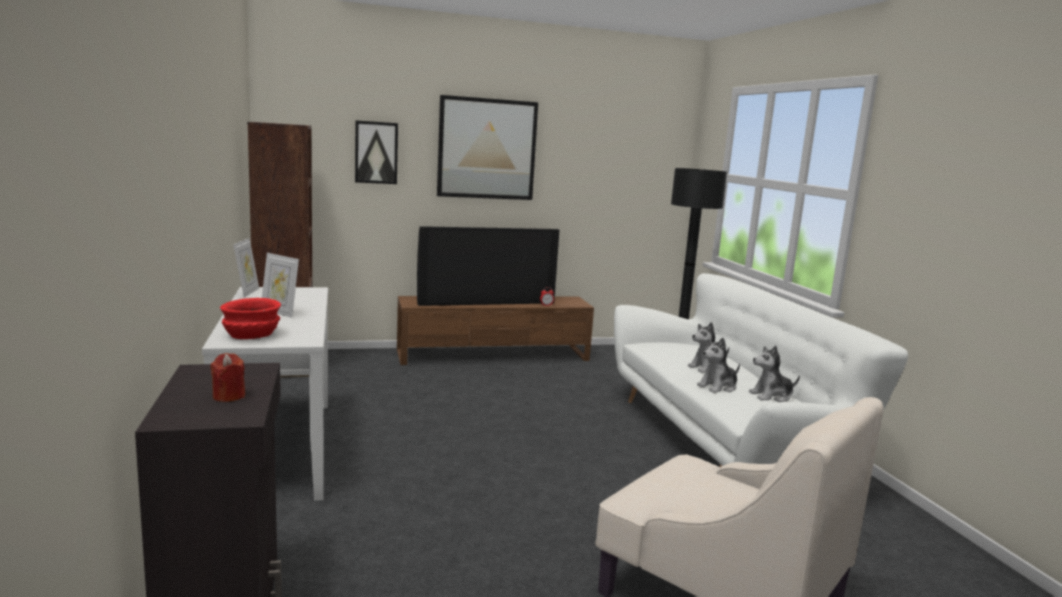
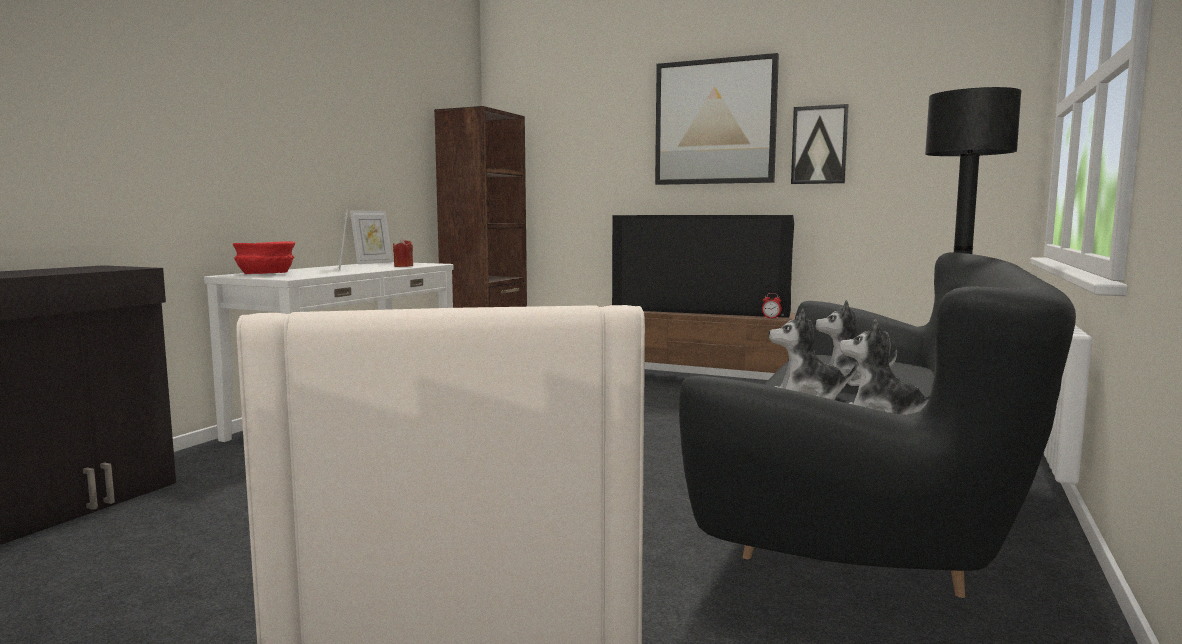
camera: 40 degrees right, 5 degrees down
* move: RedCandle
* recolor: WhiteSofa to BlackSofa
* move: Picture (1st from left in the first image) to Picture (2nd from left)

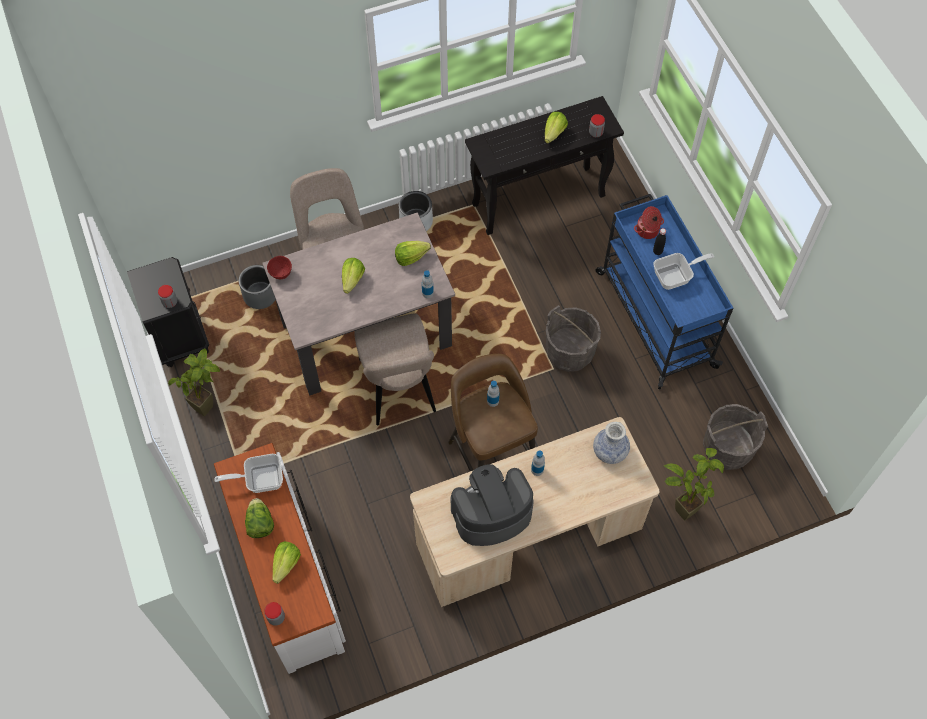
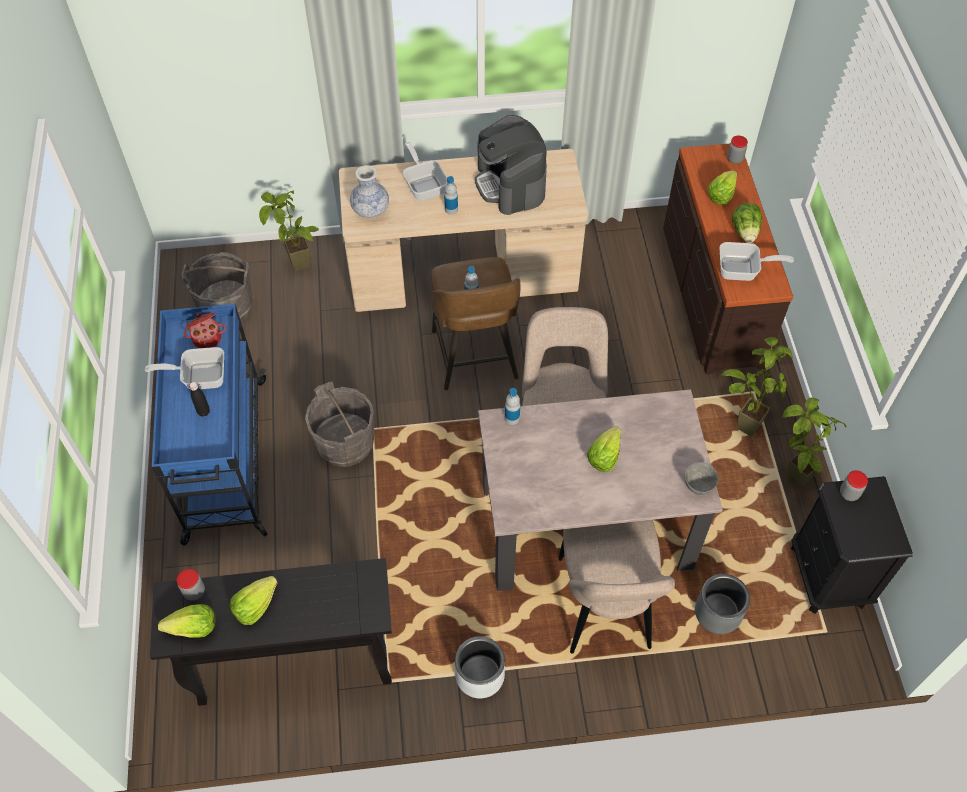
camera: 165 degrees left, 5 degrees down
* move: Lettuce (4th from left in the first image) to Lettuce (1st from left)
* move: CookingPot
* insert: FryingPan (2nd from left)
* rotate: CoffeeMachine 75 degrees clockwise
* recolor: WhiteDresser to BrownDresser
* recolor: RedBowl to GreyBowl
* insert: PottedPlant (2nd from left)

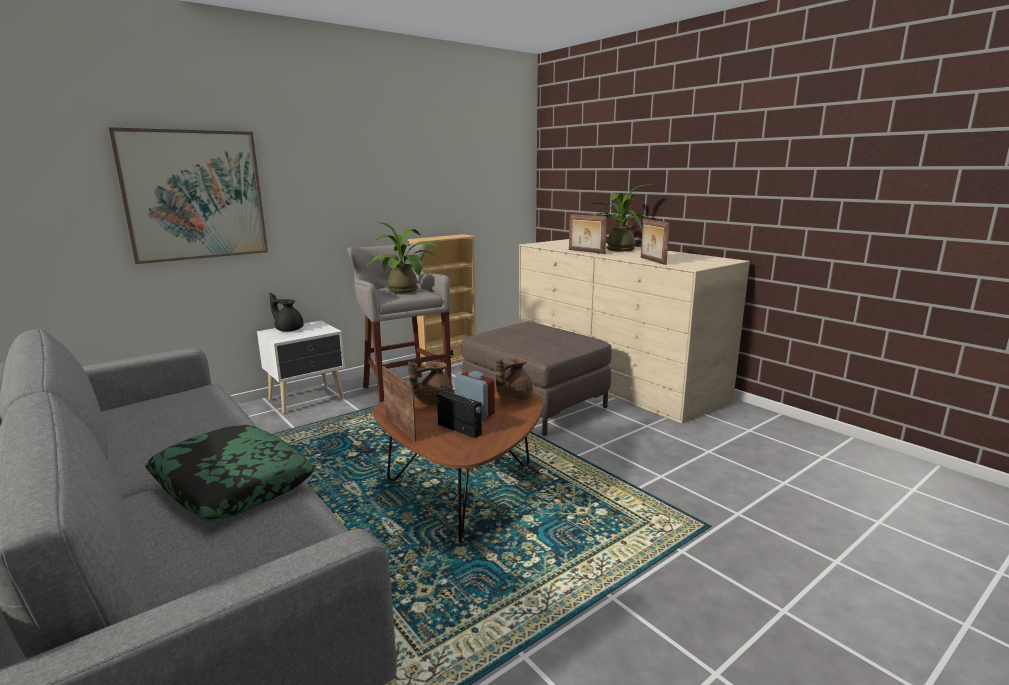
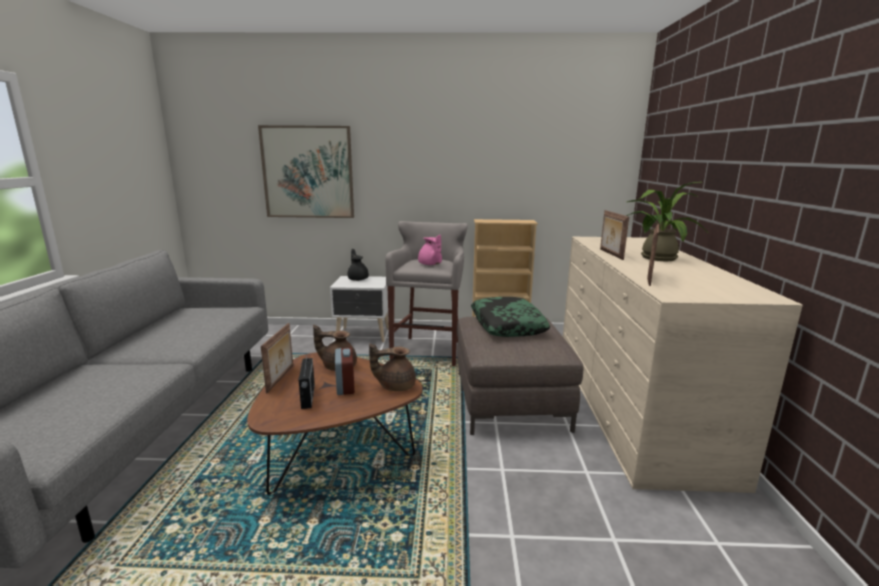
camera: 40 degrees right, 0 degrees up
* replace: PottedPlant (1st from left) to PinkTeapot
* move: Pillow

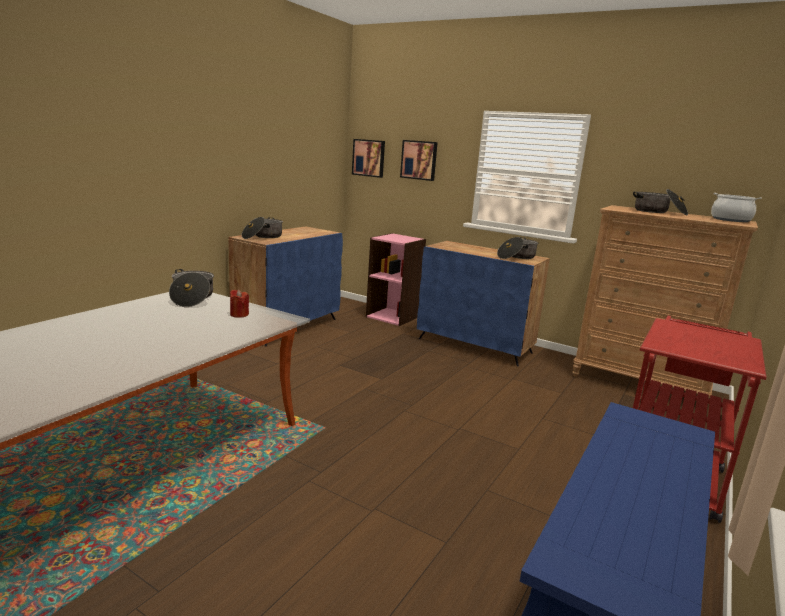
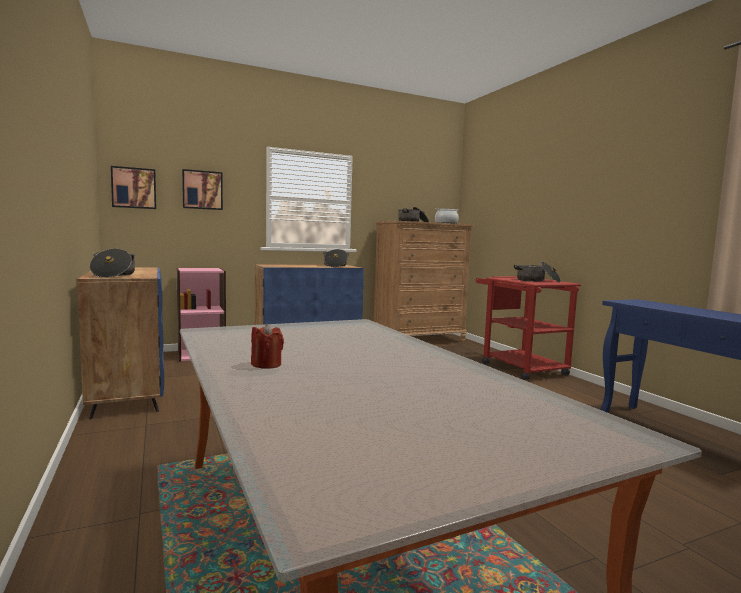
camera: 55 degrees left, 10 degrees down
* move: RedCandle
* move: CookingPot (1st from left in the first image) to CookingPot (5th from left)

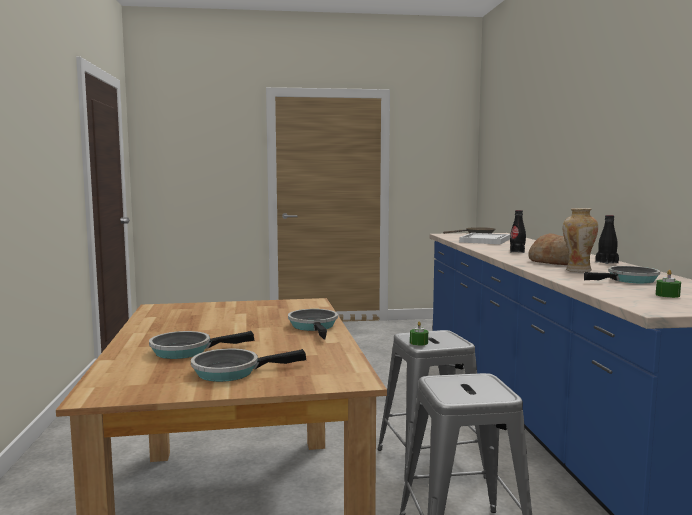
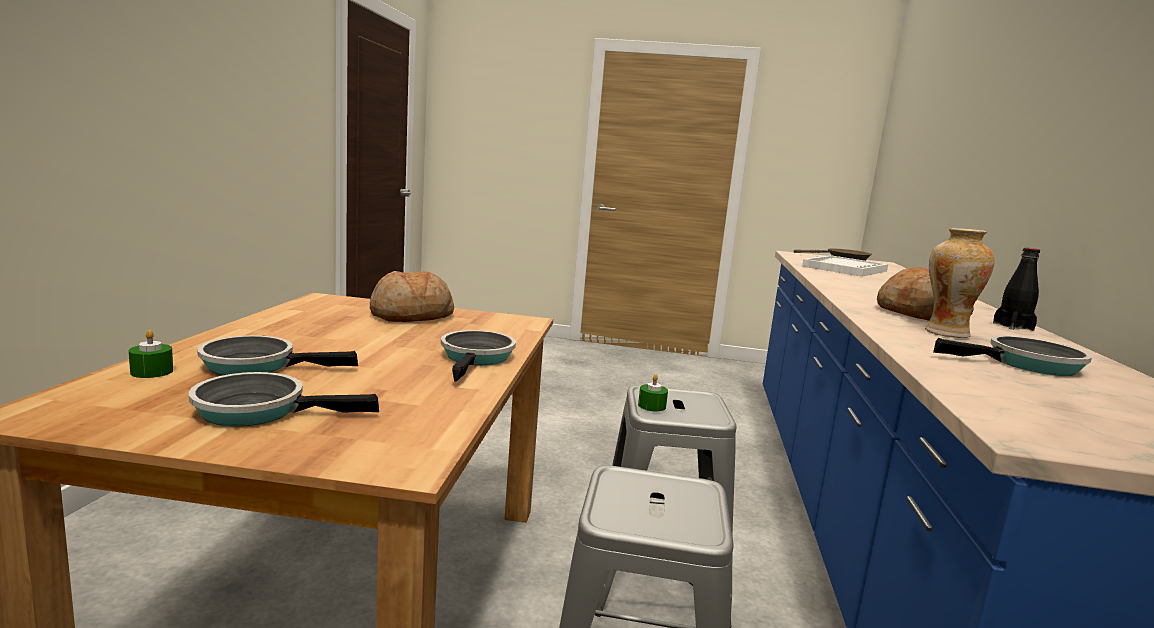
camera: 15 degrees right, 5 degrees up
* move: GreenCandle (2nd from left in the first image) to GreenCandle (1st from left)
* insert: Bread (1st from left)
* delete: BlackBottle (1st from left)

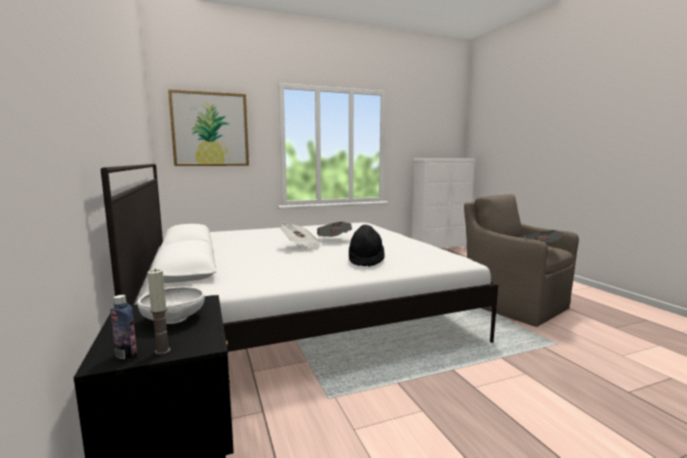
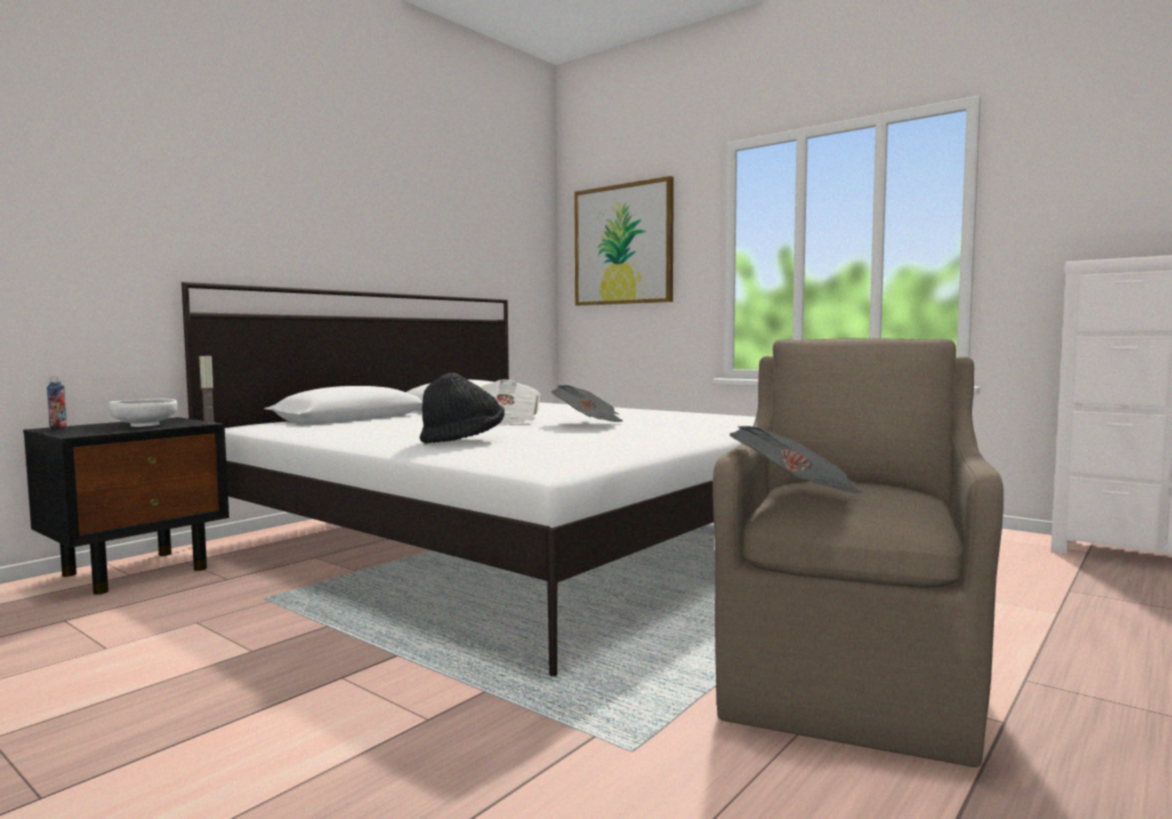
camera: 60 degrees right, 5 degrees down
* move: Candle

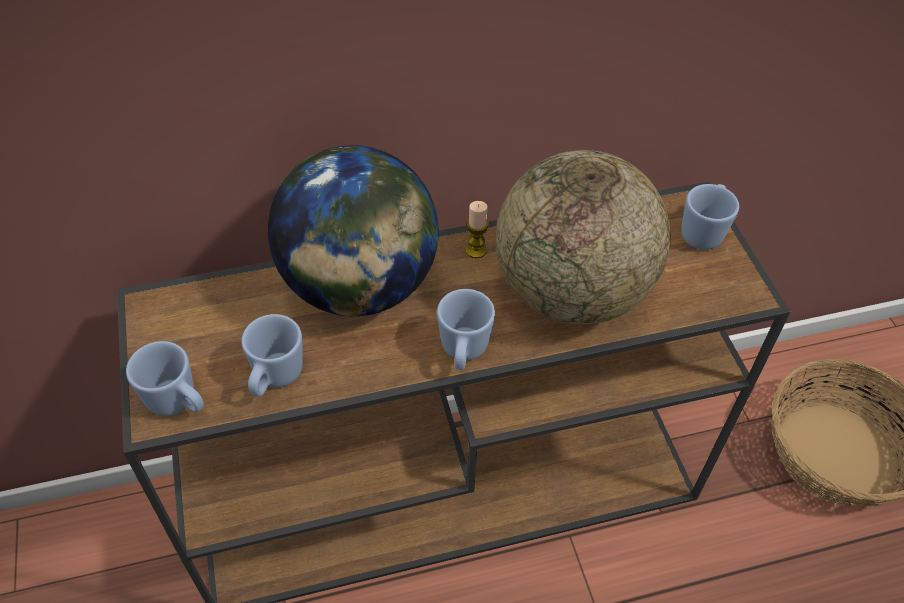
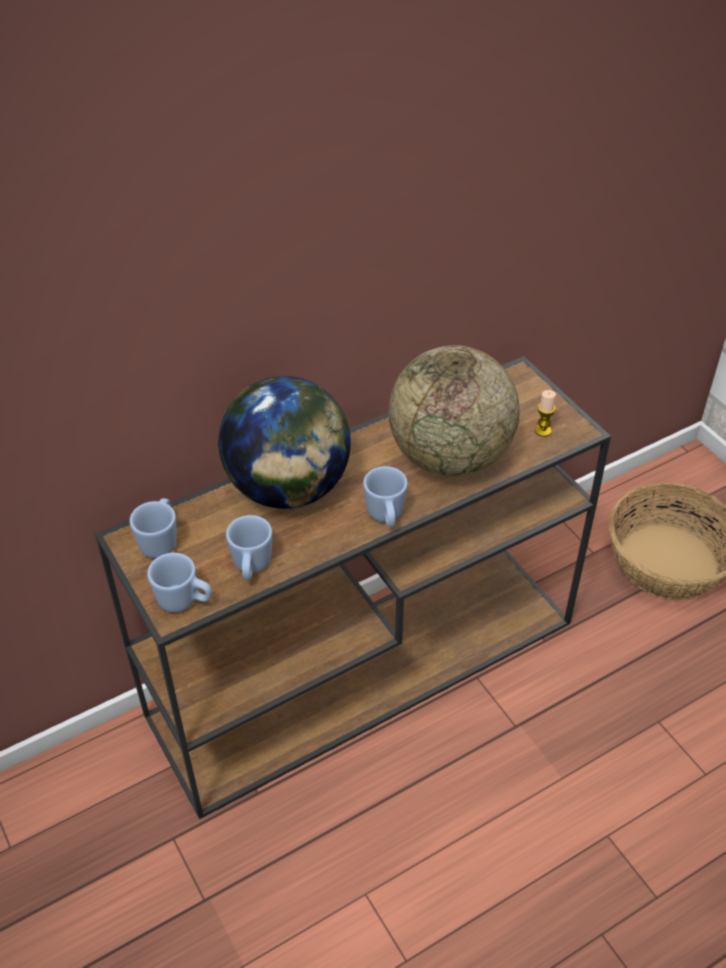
camera: 15 degrees left, 5 degrees down
* move: BlueMug (4th from left in the first image) to BlueMug (1st from left)
* move: Candle

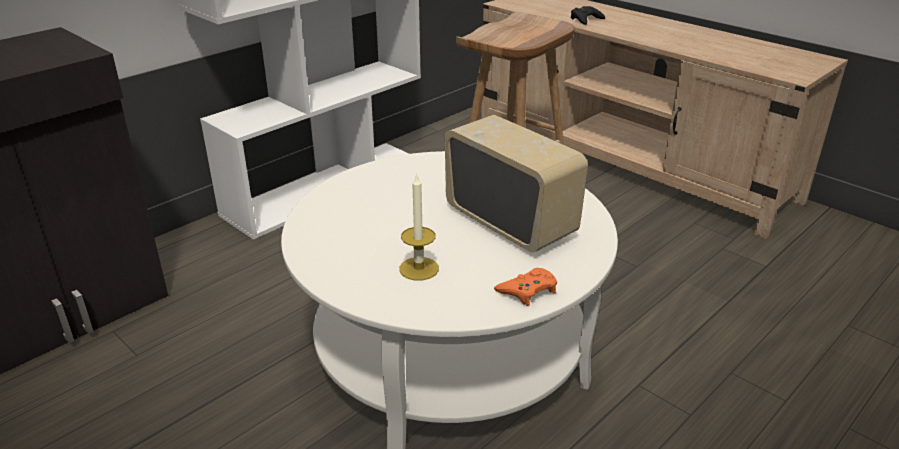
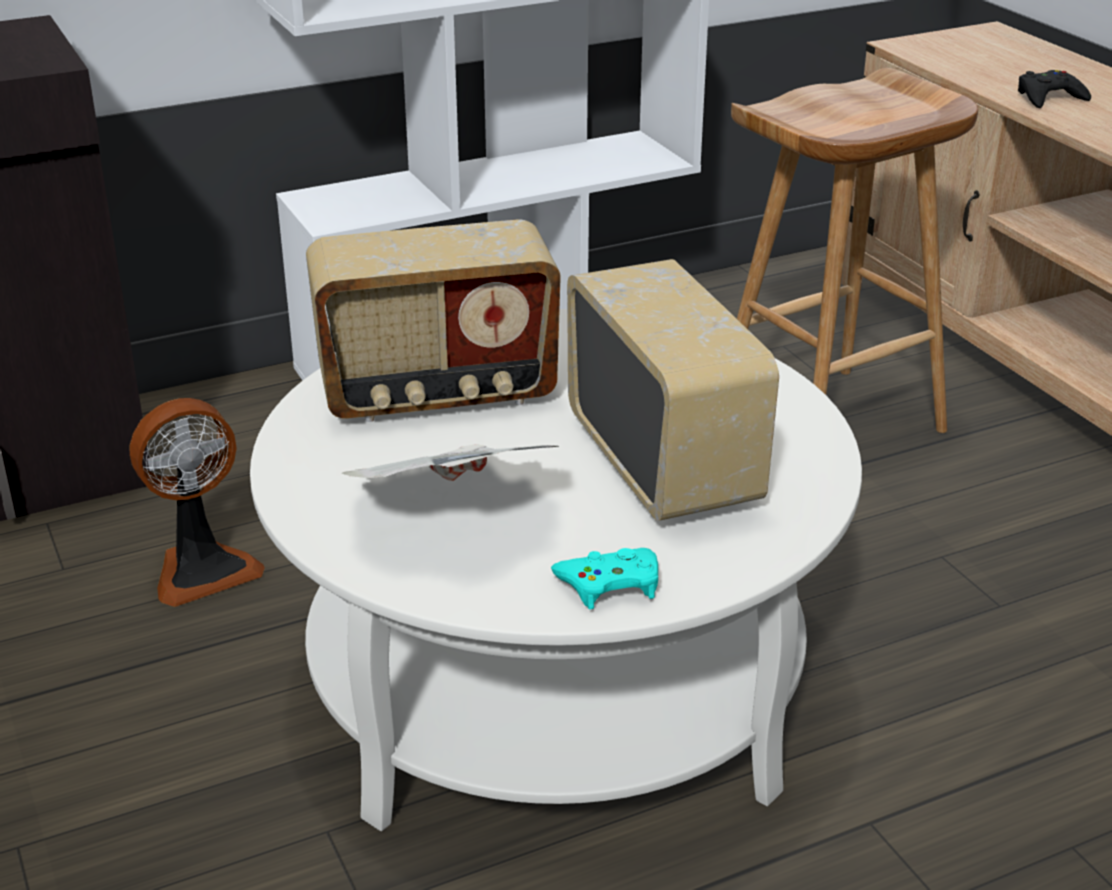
camera: 20 degrees right, 0 degrees up
* insert: Fan
* insert: Radio (1st from left)
* replace: Candle to Newspaper
* recolor: OrangeGameController to TurquoiseGameController

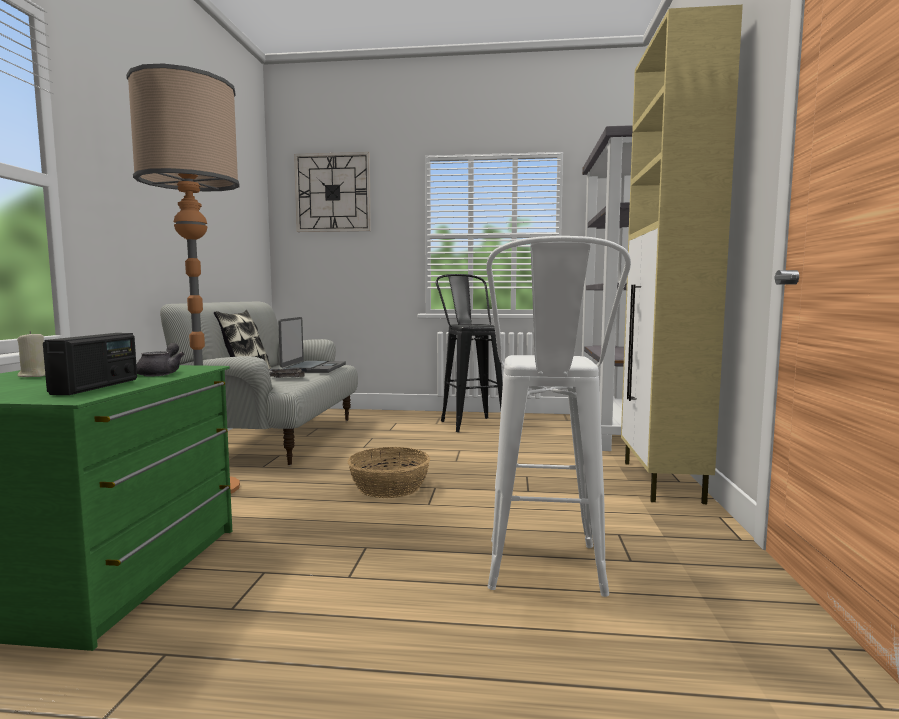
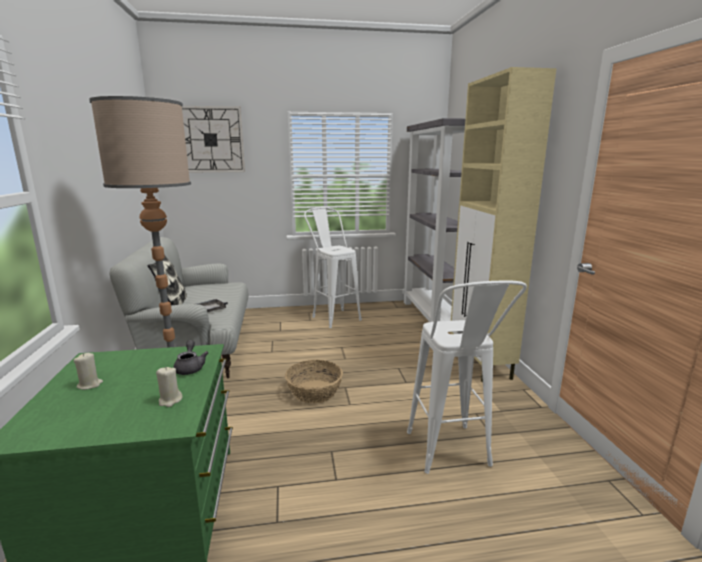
camera: 15 degrees left, 10 degrees up
* replace: Radio to BeigeCandle (2nd from left)
* recolor: BlackStool to WhiteStool (1st from left)
* delete: Laptop

